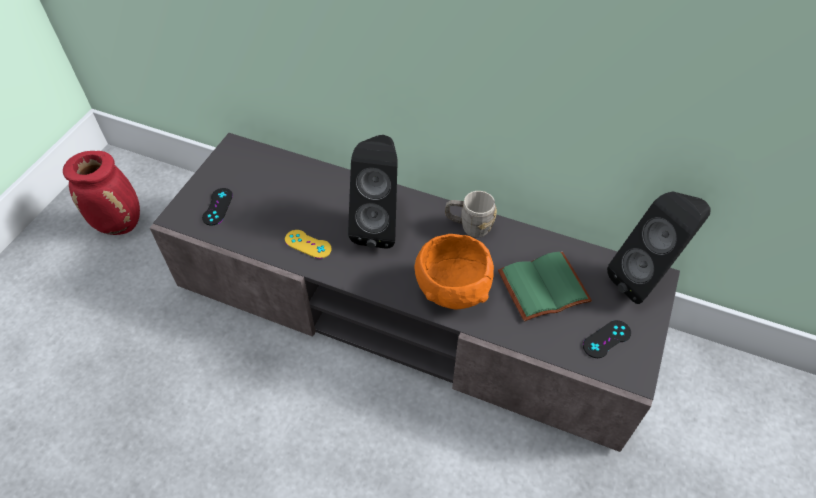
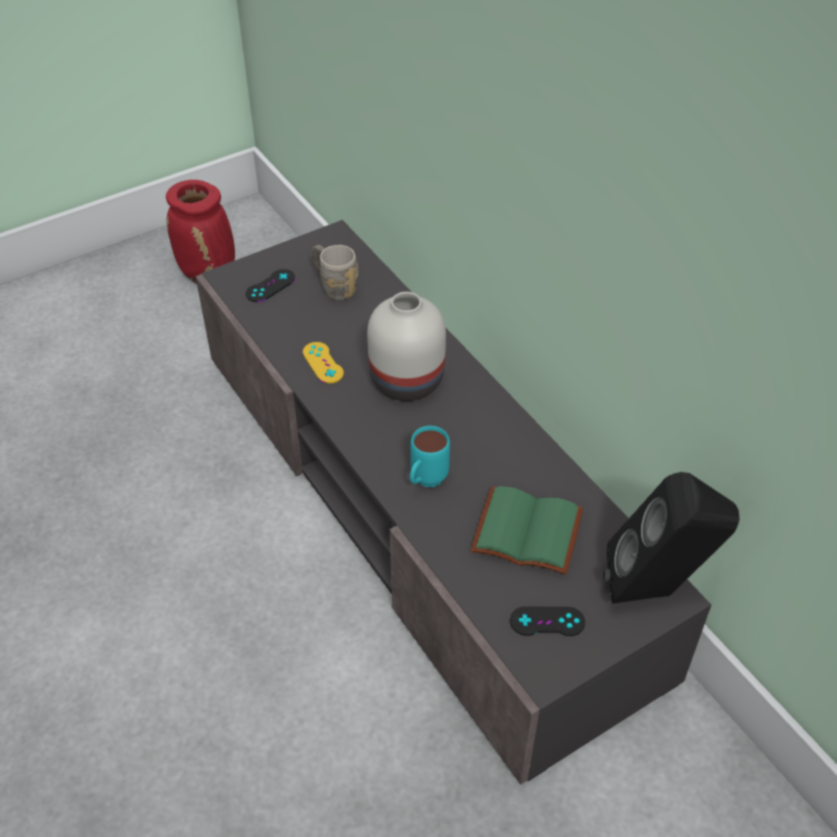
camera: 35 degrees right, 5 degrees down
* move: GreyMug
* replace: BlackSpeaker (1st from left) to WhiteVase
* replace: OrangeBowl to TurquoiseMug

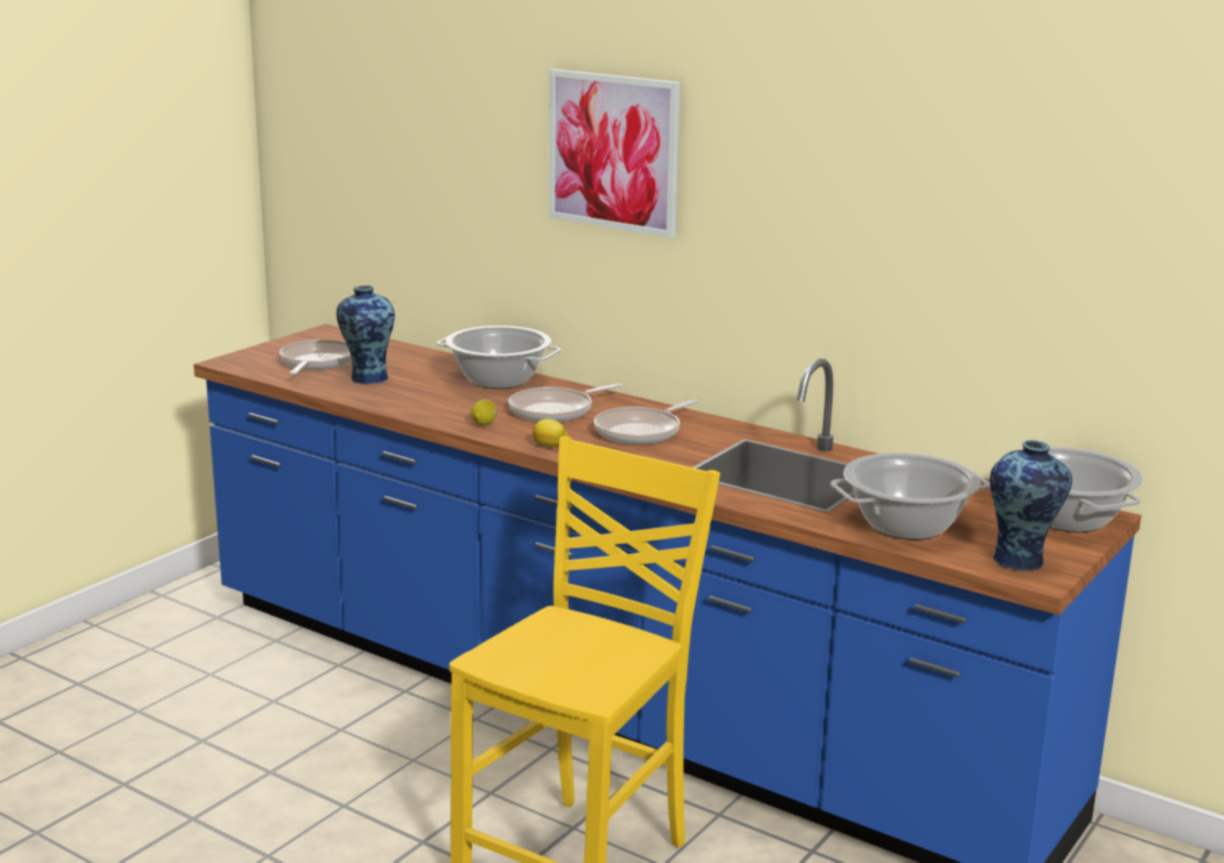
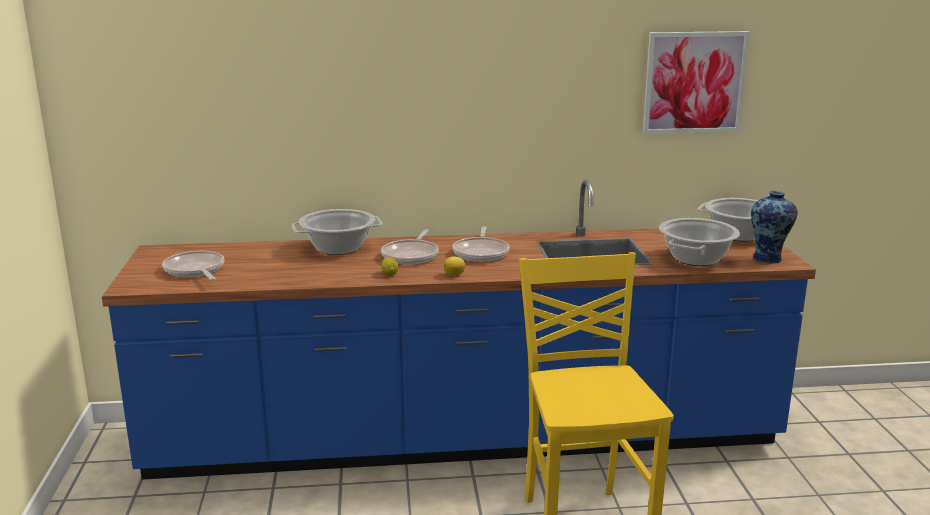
camera: 40 degrees left, 0 degrees up
* move: Picture
* delete: Vase (1st from left)

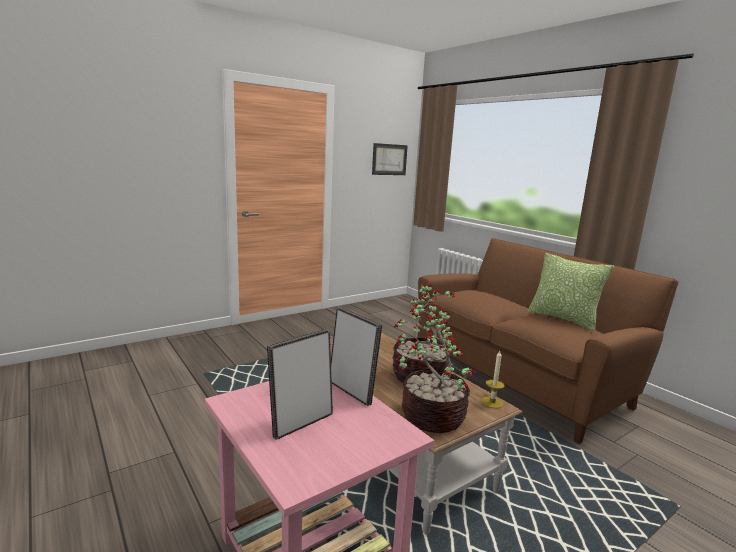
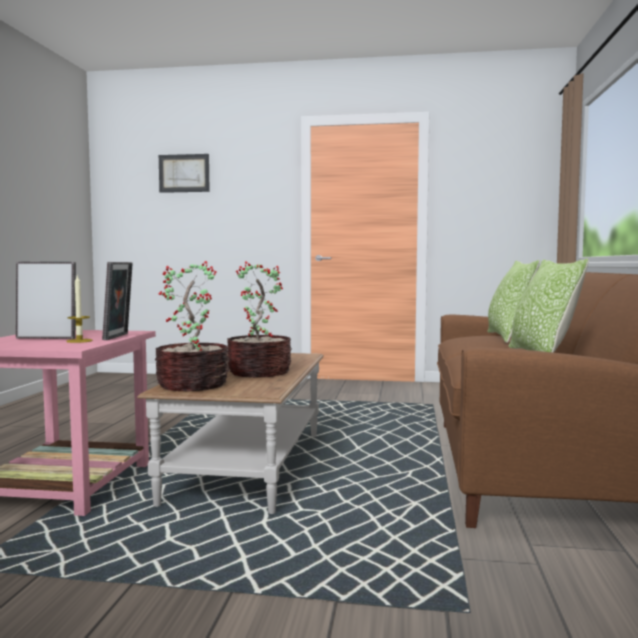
camera: 45 degrees right, 10 degrees down
* move: Candle
* move: Picture
* insert: Pillow (1st from left)

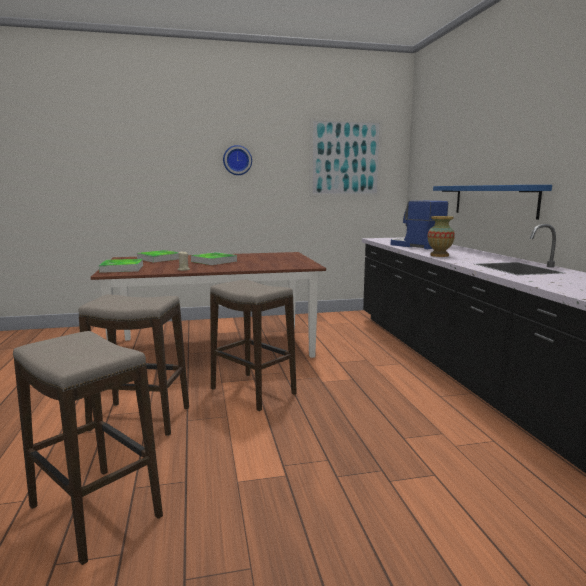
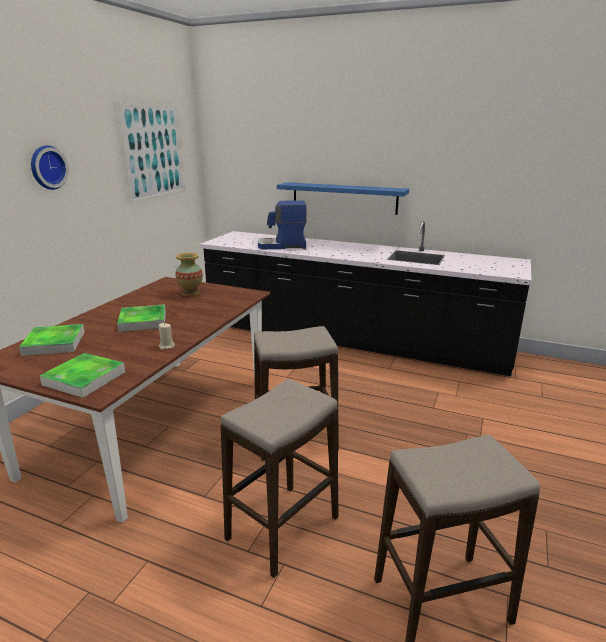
camera: 55 degrees left, 10 degrees up
* move: Vase

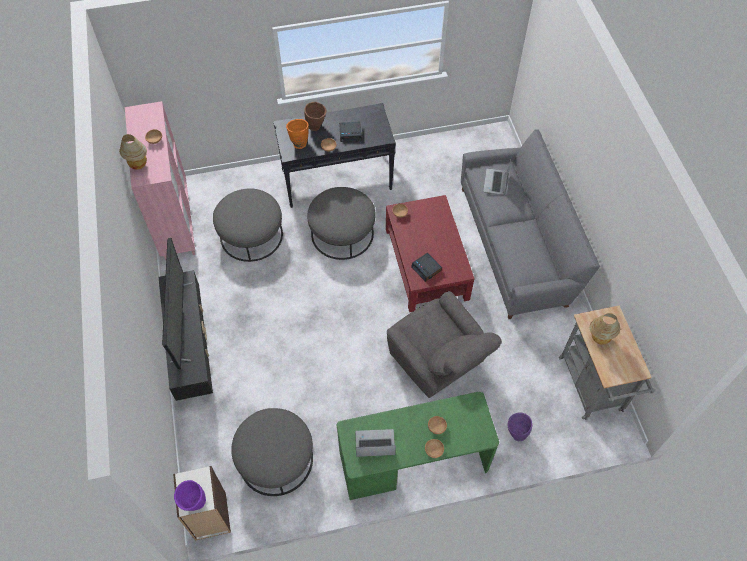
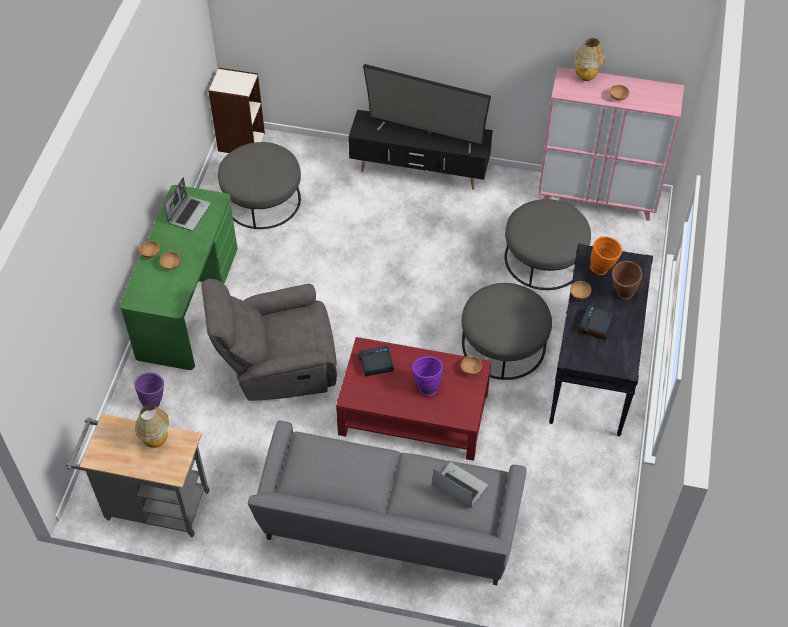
camera: 115 degrees right, 5 degrees down
* move: PurpleVase (1st from left in the first image) to PurpleVase (2nd from left)

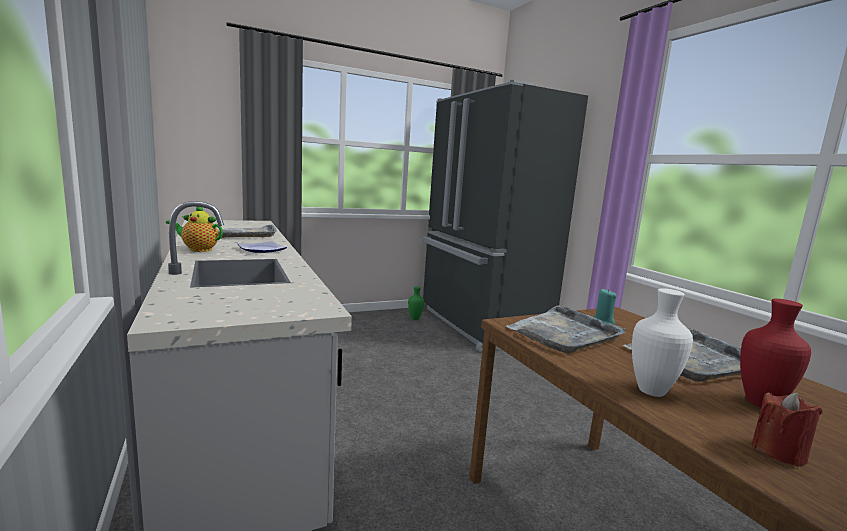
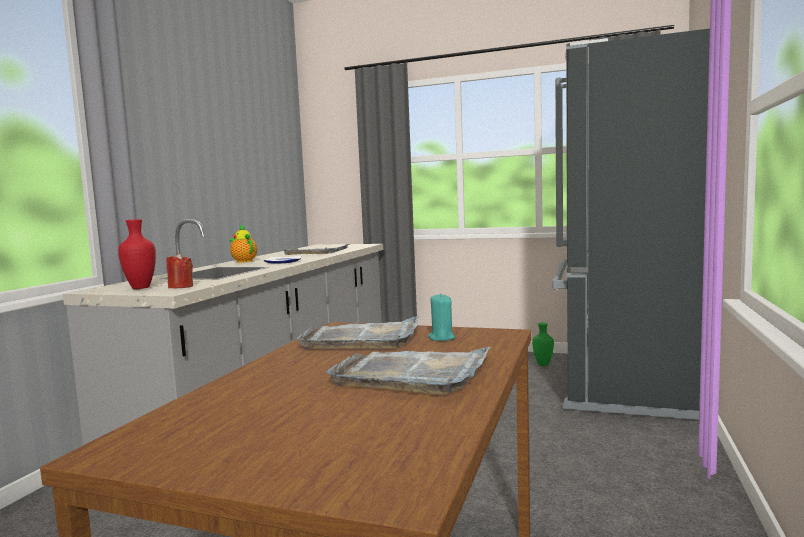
camera: 45 degrees right, 5 degrees down
* move: RedVase
* move: RedCandle
* delete: WhiteVase

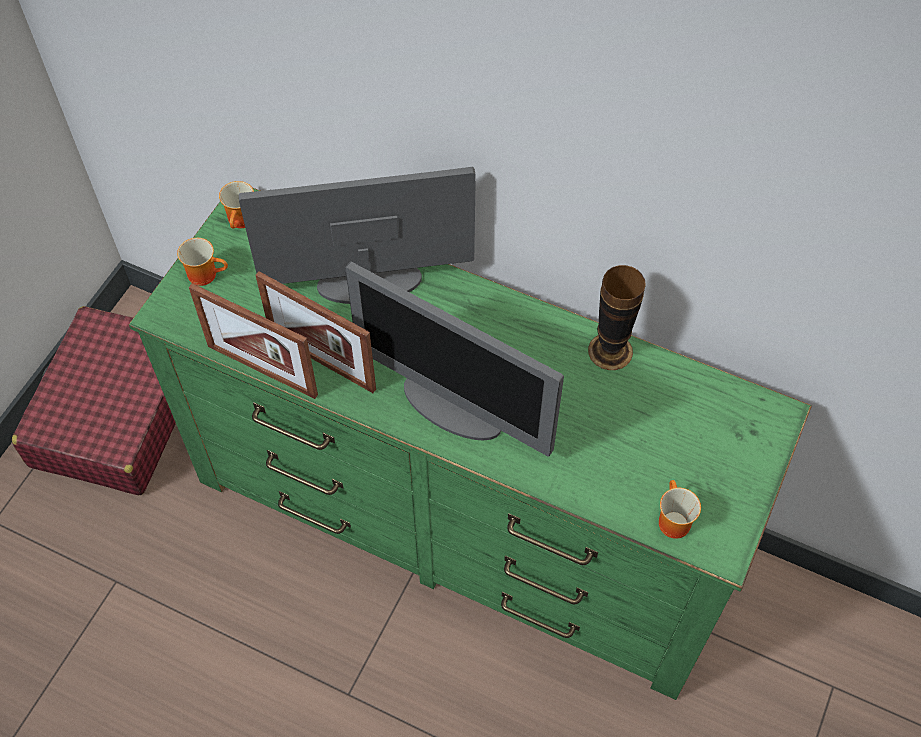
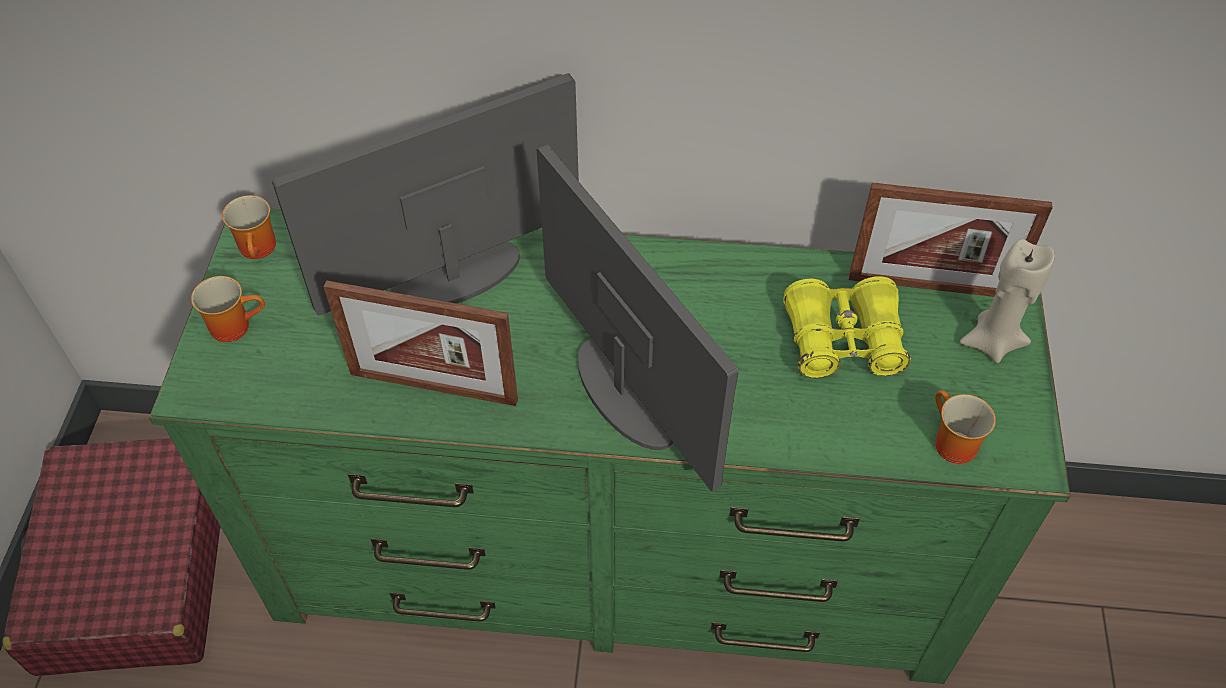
camera: 20 degrees left, 5 degrees down
* rotate: Monitor (2nd from left) 135 degrees counterclockwise
* insert: YellowBinoculars
* move: PictureFrame (1st from left in the first image) to PictureFrame (2nd from left)
* insert: BeigeCandle
* delete: Vase

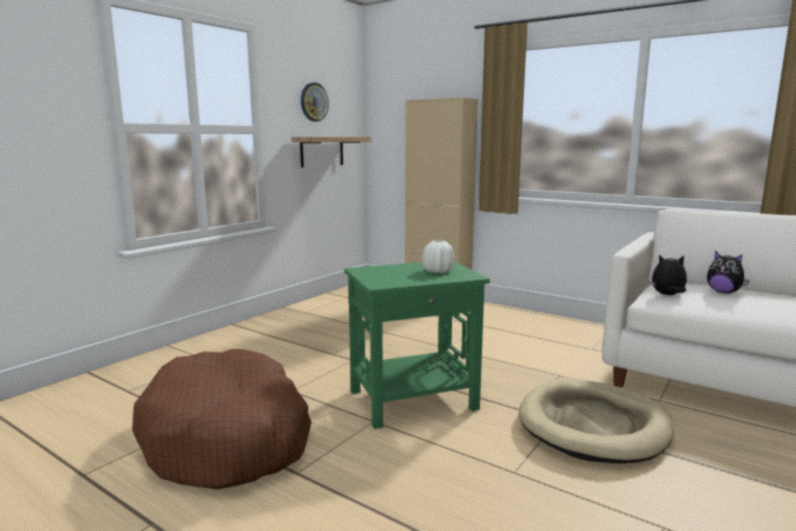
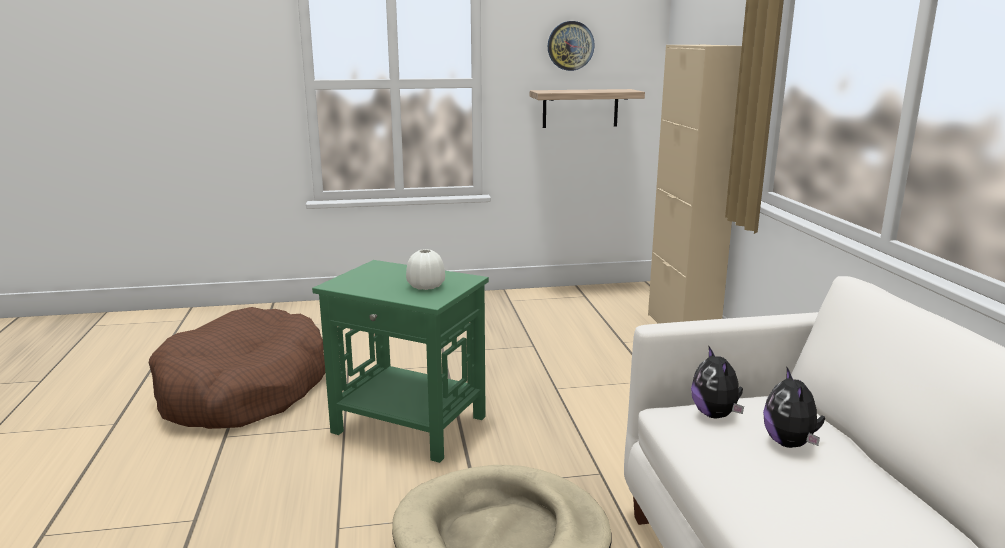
camera: 45 degrees right, 5 degrees up
* rotate: PlushToy (1st from left) 150 degrees counterclockwise

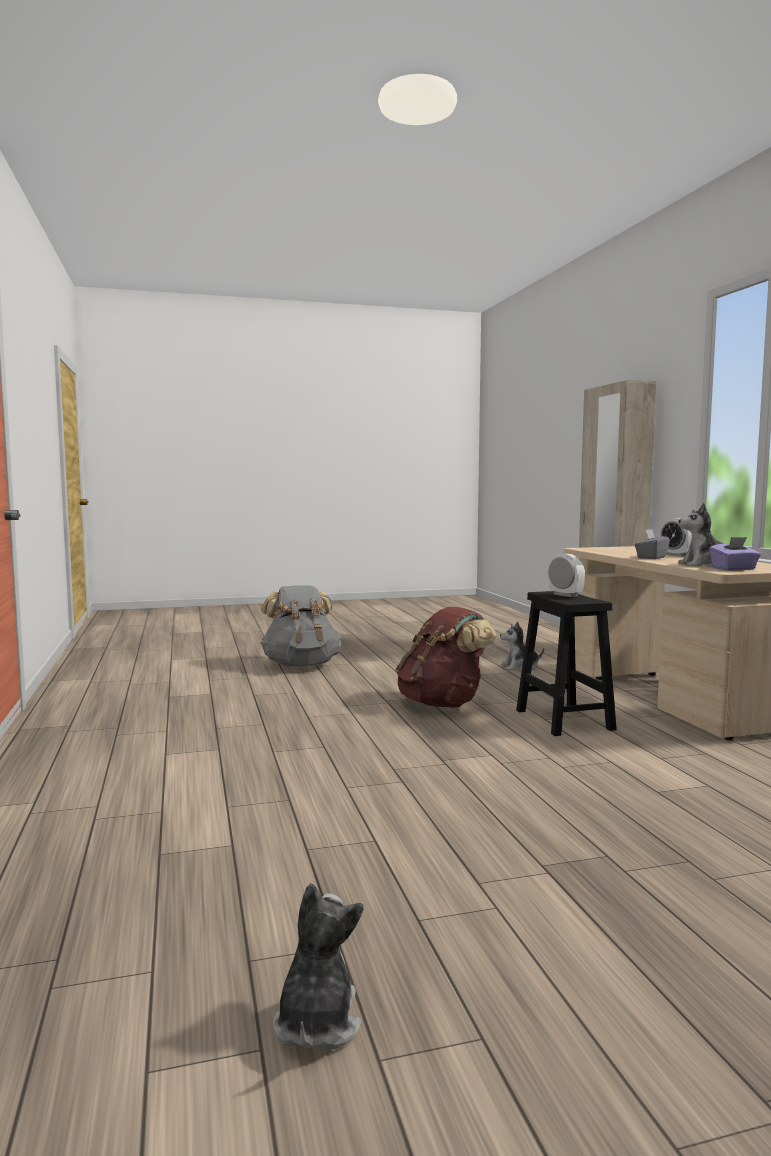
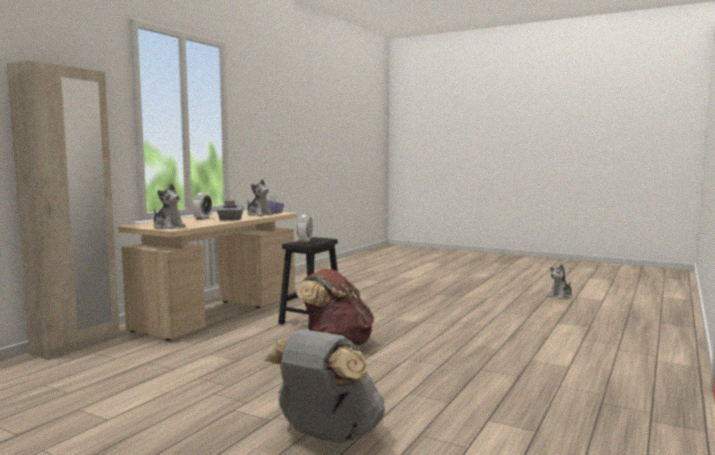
camera: 135 degrees left, 0 degrees up
* move: PlushToy (2nd from left in the first image) to PlushToy (1st from left)

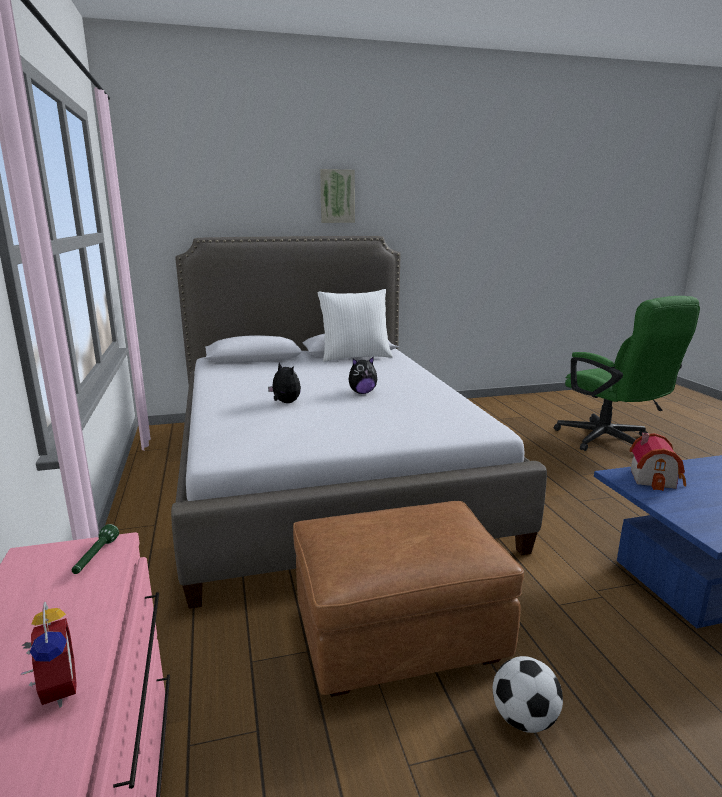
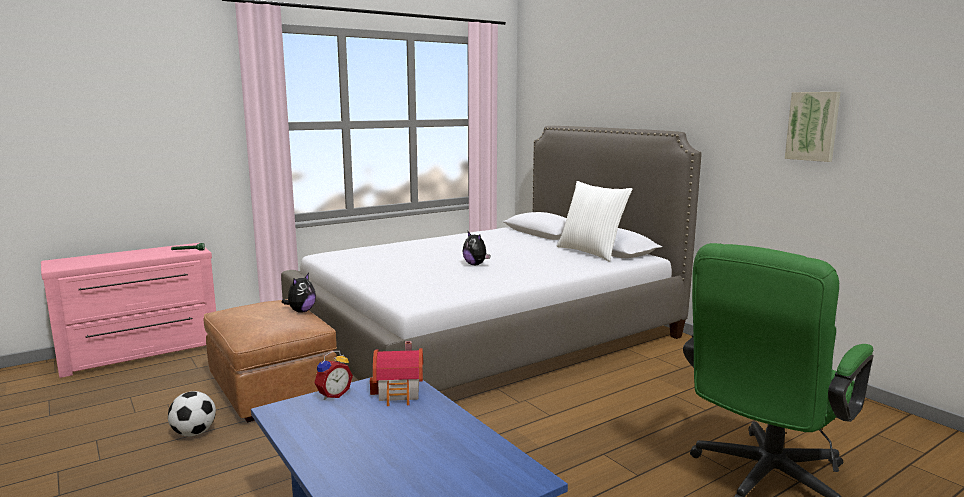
camera: 70 degrees right, 5 degrees down
* move: PlushToy (1st from left)
* move: AlarmClock
* move: Picture

